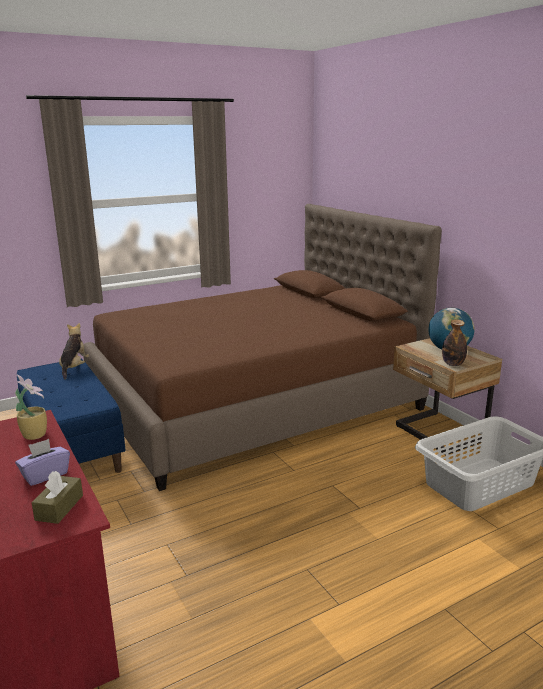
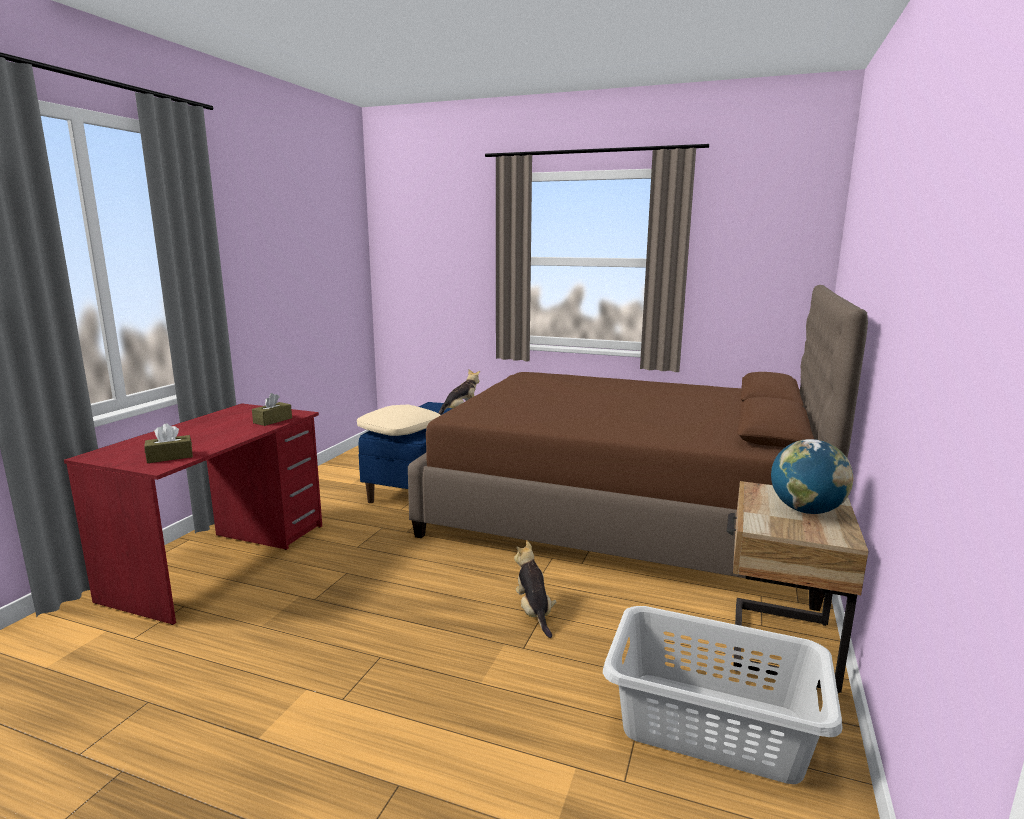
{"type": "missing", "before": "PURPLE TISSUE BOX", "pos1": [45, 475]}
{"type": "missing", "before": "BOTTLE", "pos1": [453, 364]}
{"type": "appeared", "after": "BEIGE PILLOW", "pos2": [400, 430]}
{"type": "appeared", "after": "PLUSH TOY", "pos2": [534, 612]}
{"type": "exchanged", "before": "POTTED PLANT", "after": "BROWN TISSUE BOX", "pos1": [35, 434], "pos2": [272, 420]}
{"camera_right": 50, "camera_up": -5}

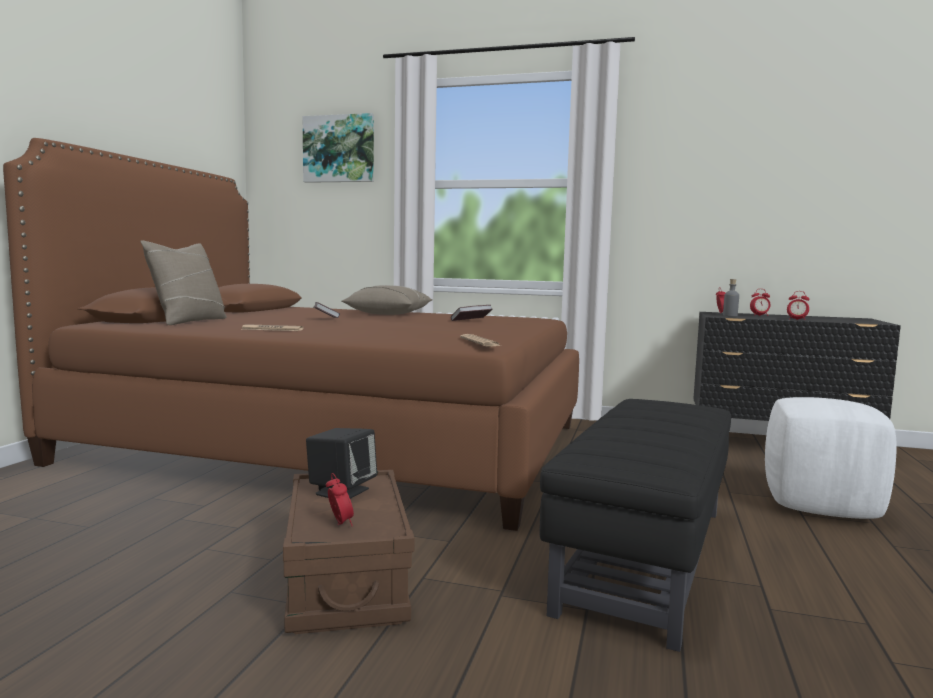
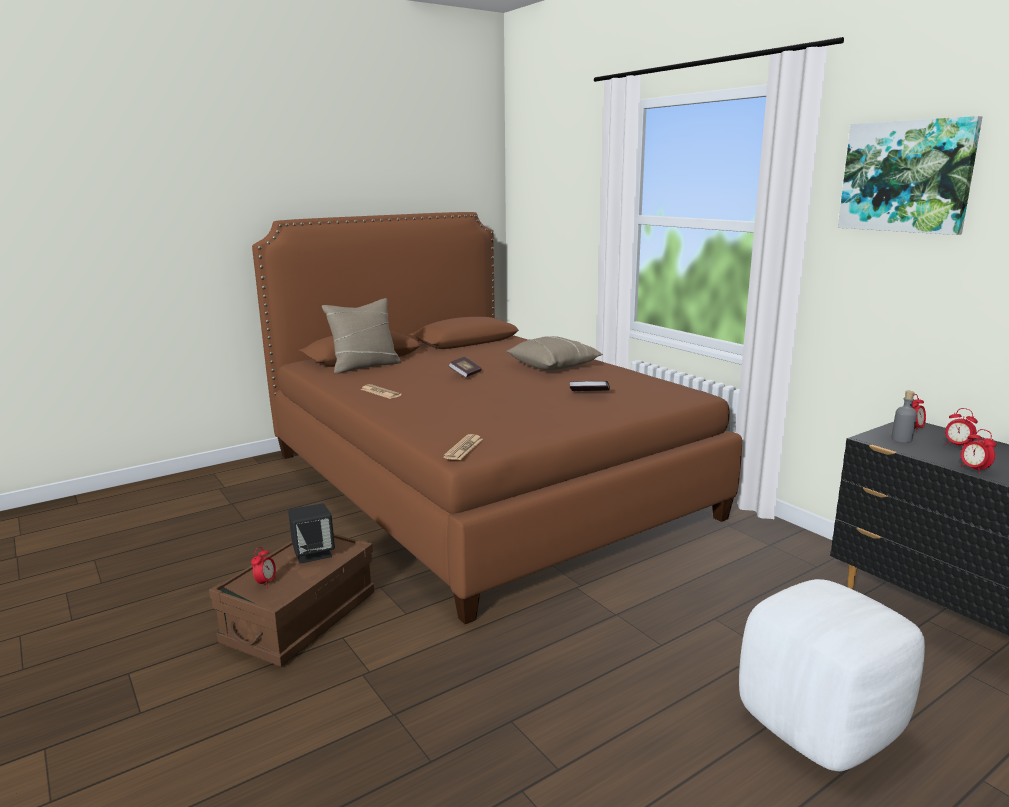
{"type": "missing", "before": "BLACK OTTOMAN", "pos1": [646, 556]}
{"type": "relocated", "before": "PICTURE", "pos1": [339, 149], "pos2": [906, 176]}
{"camera_right": 40, "camera_up": 10}

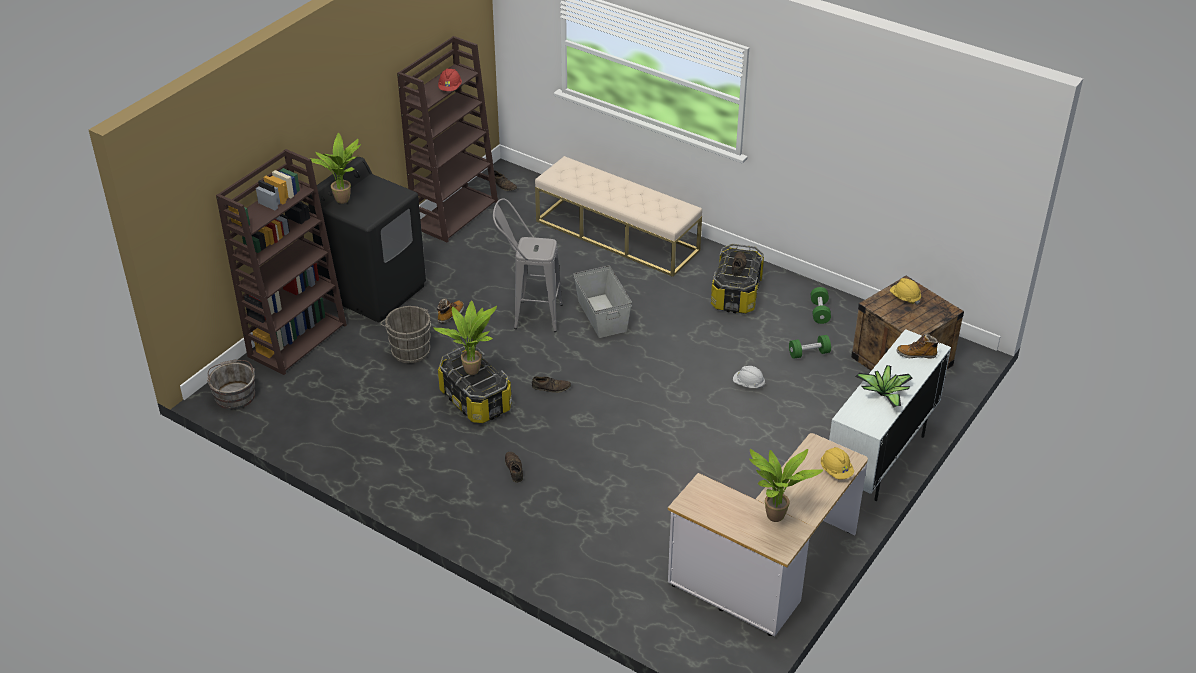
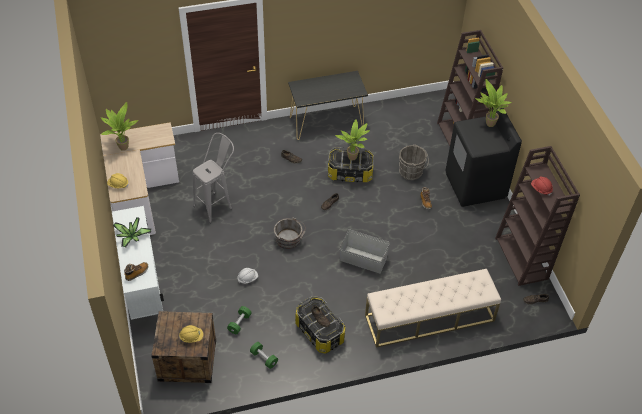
{"type": "appeared", "after": "BLACK CONSOLE TABLE", "pos2": [327, 122]}
{"type": "relocated", "before": "GREY BUCKET", "pos1": [234, 394], "pos2": [289, 239]}
{"type": "relocated", "before": "GREY STOOL", "pos1": [529, 316], "pos2": [217, 205]}
{"camera_right": 130, "camera_up": 10}

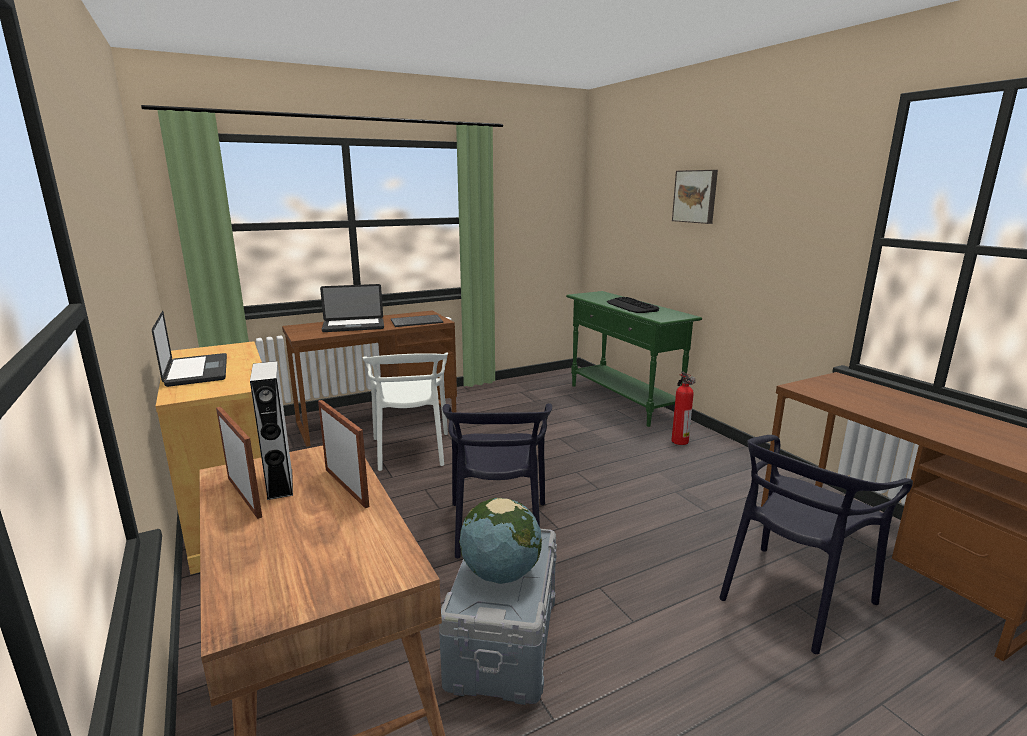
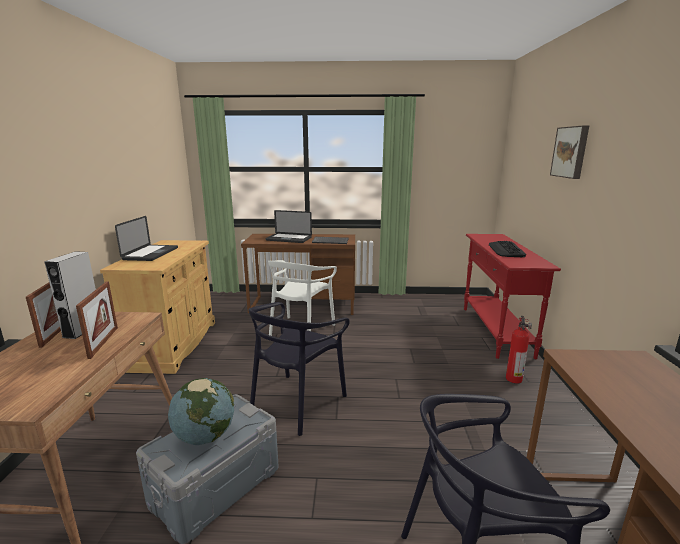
{"type": "colour", "before": "GREEN CONSOLE TABLE", "after": "RED CONSOLE TABLE", "pos1": [622, 401], "pos2": [495, 331]}
{"camera_right": 30, "camera_up": 0}

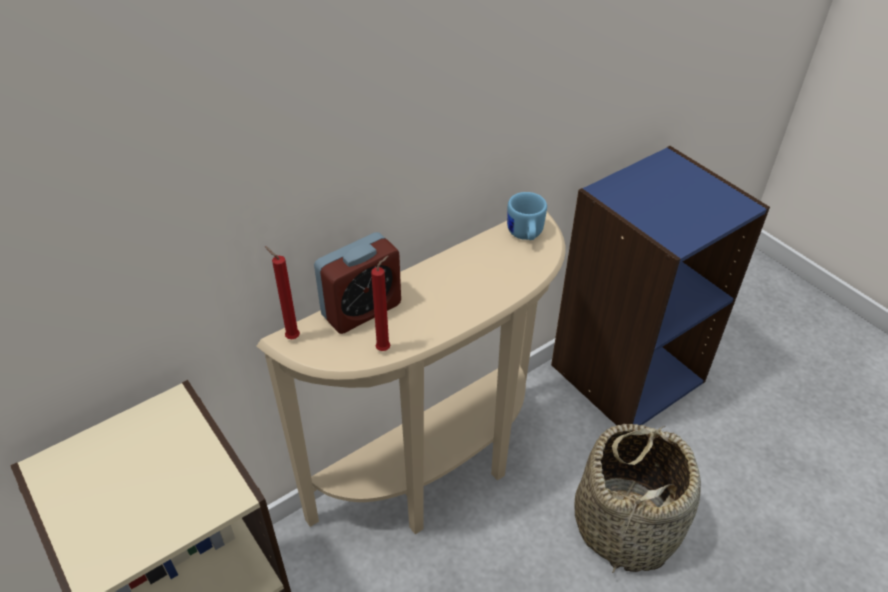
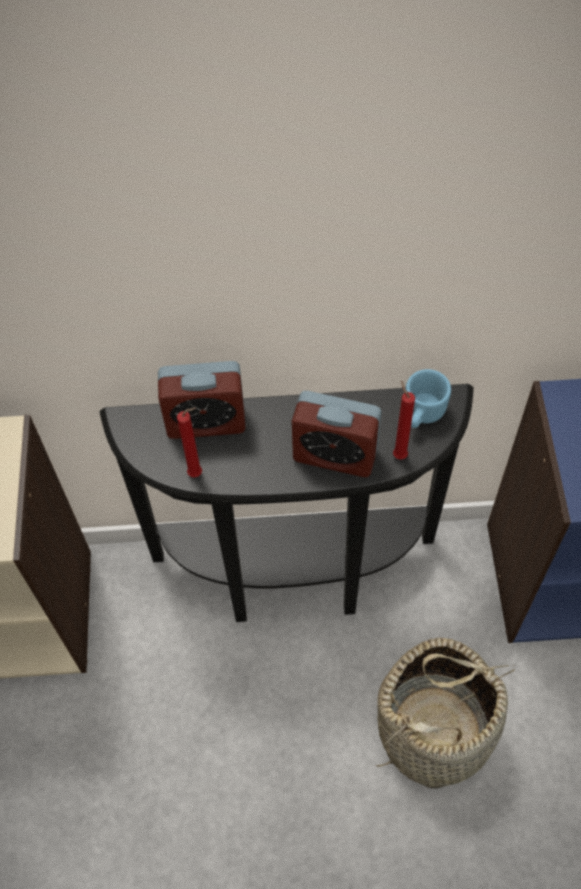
{"type": "appeared", "after": "ALARM CLOCK", "pos2": [335, 455]}
{"type": "relocated", "before": "RED CANDLE", "pos1": [291, 337], "pos2": [398, 454]}
{"type": "colour", "before": "BEIGE CONSOLE TABLE", "after": "BLACK CONSOLE TABLE", "pos1": [439, 474], "pos2": [295, 578]}
{"camera_right": 35, "camera_up": 15}

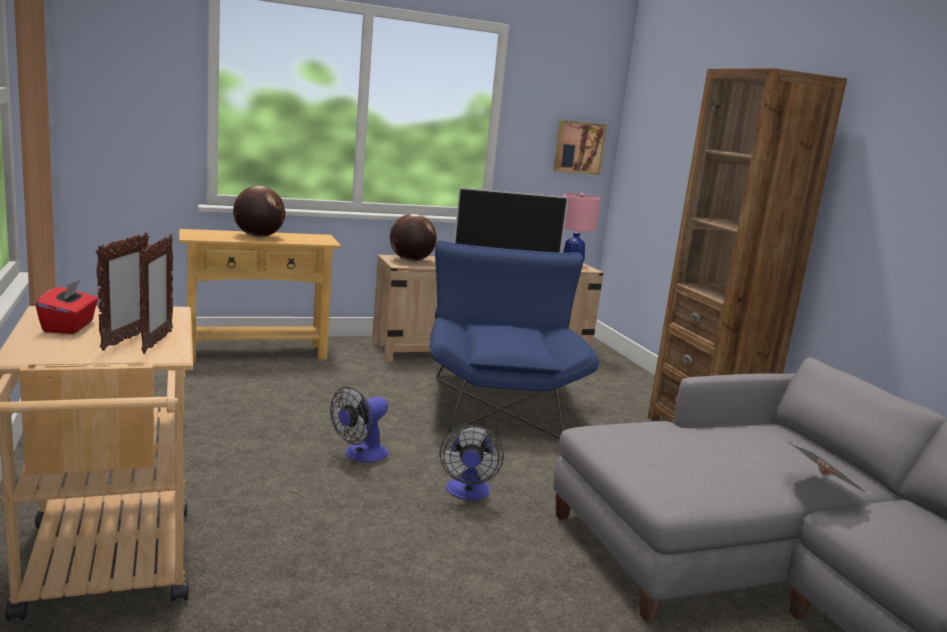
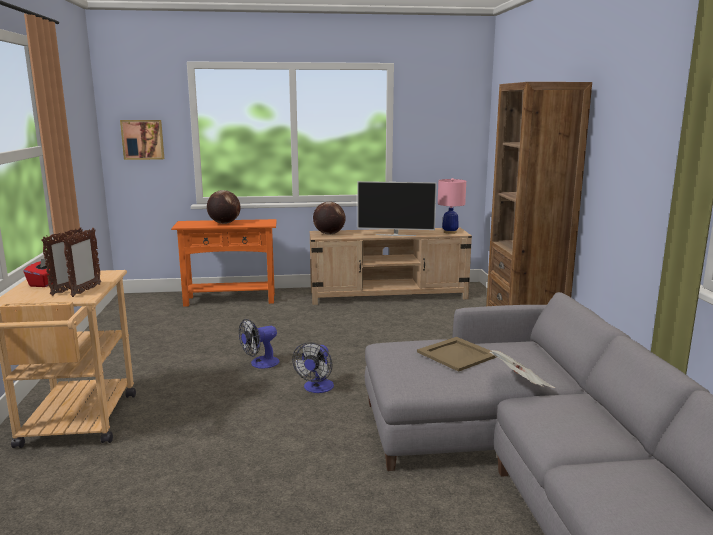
{"type": "missing", "before": "BLUE ARMCHAIR", "pos1": [497, 402]}
{"type": "appeared", "after": "BEIGE TRAY", "pos2": [457, 354]}
{"type": "relocated", "before": "PICTURE", "pos1": [578, 147], "pos2": [143, 139]}
{"type": "colour", "before": "BEIGE CONSOLE TABLE", "after": "ORANGE CONSOLE TABLE", "pos1": [257, 353], "pos2": [230, 300]}
{"camera_right": 15, "camera_up": 0}

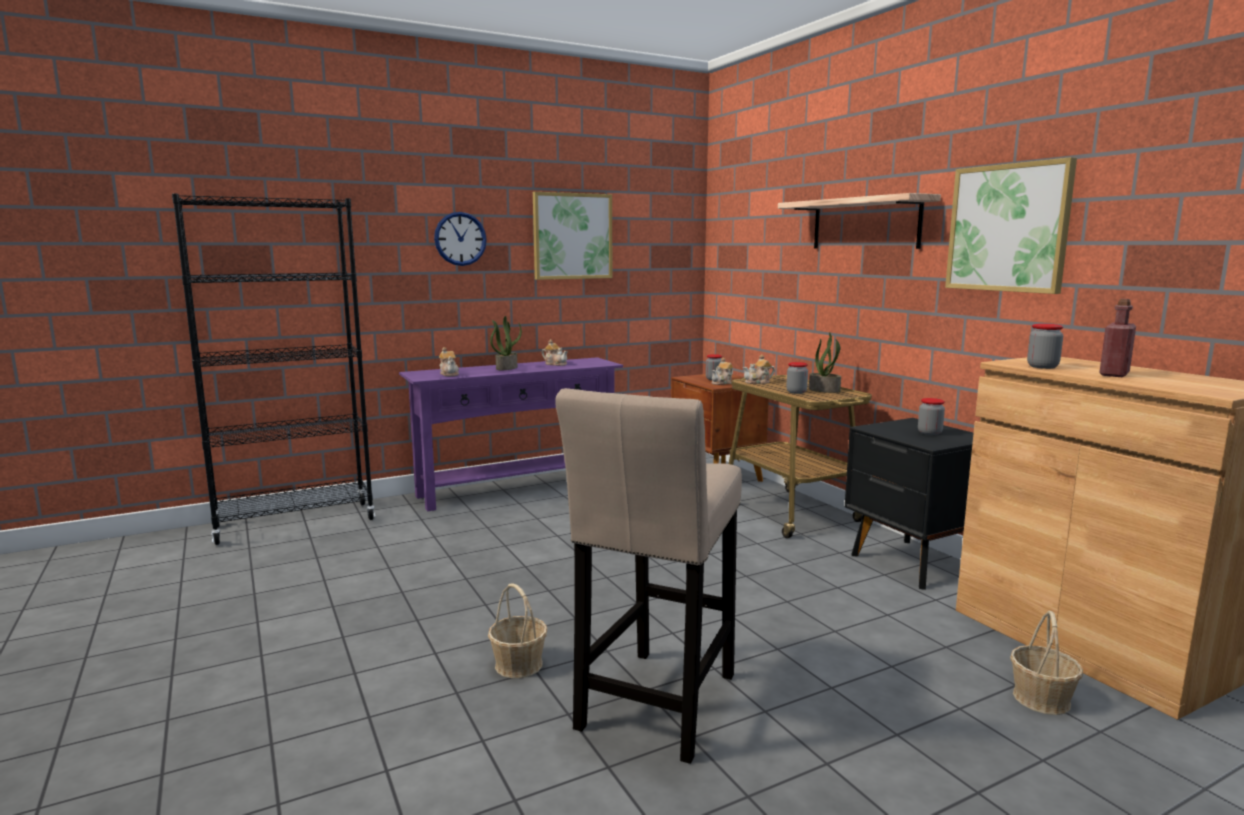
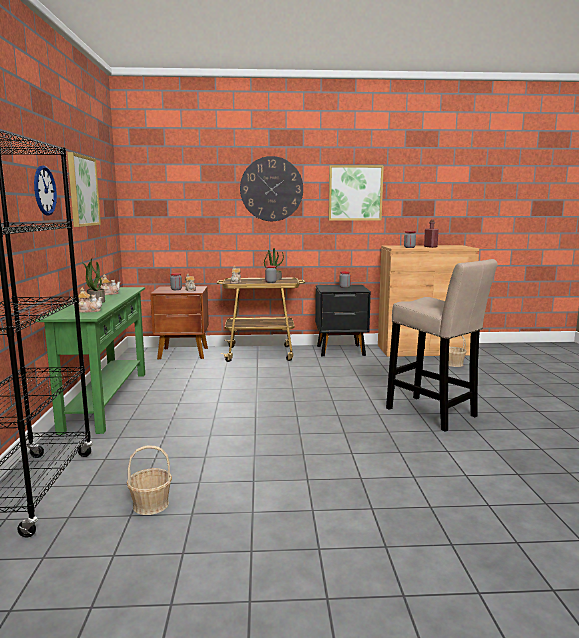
{"type": "relocated", "before": "BASKET", "pos1": [519, 664], "pos2": [150, 504]}
{"type": "exchanged", "before": "SHELF", "after": "WALL CLOCK", "pos1": [865, 224], "pos2": [271, 189]}
{"type": "colour", "before": "PURPLE CONSOLE TABLE", "after": "GREEN CONSOLE TABLE", "pos1": [517, 488], "pos2": [106, 400]}
{"camera_right": -65, "camera_up": 0}

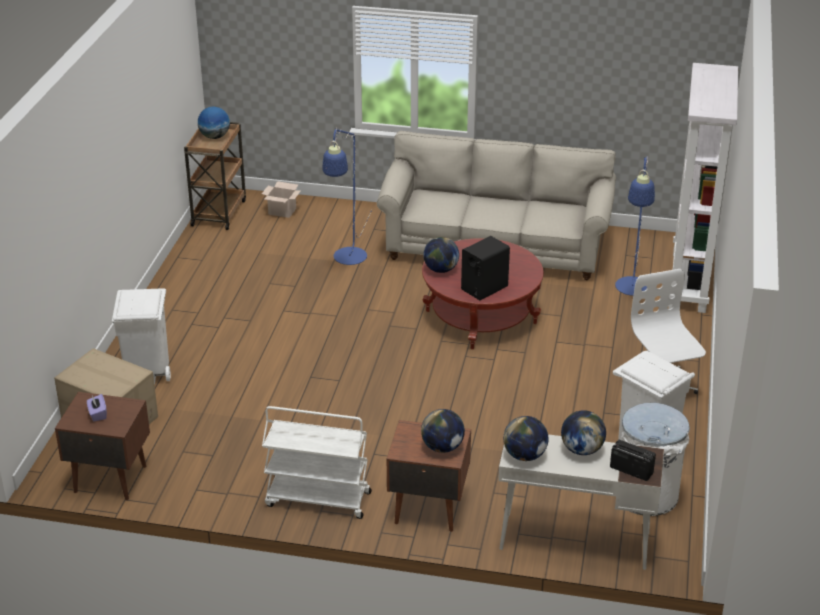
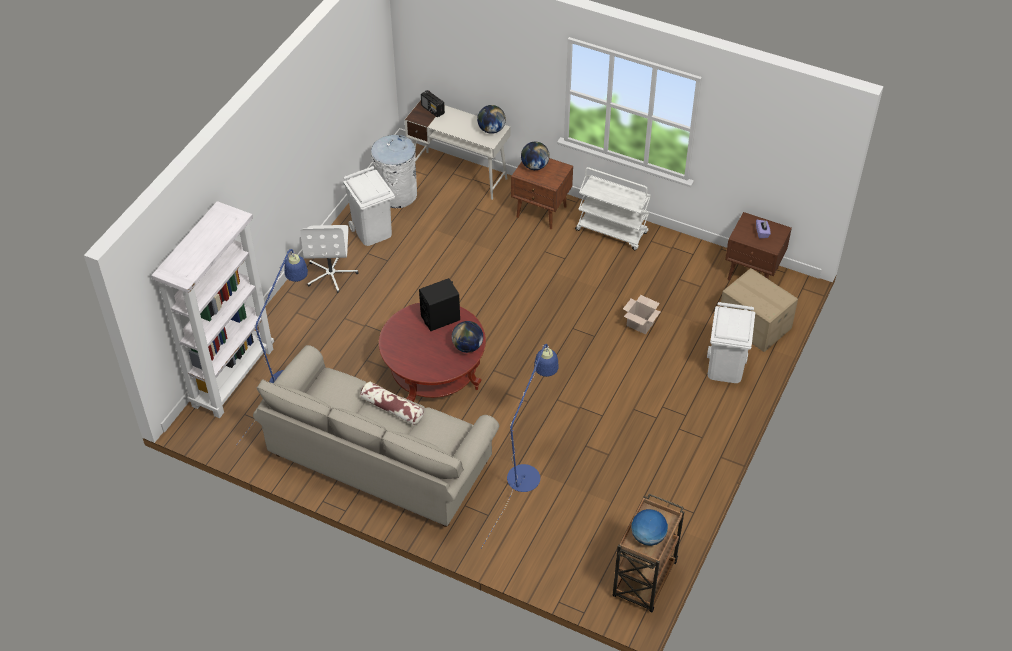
{"type": "missing", "before": "GLOBE", "pos1": [582, 450]}
{"type": "appeared", "after": "PILLOW", "pos2": [392, 408]}
{"type": "relocated", "before": "CARDBOARD BOX", "pos1": [281, 211], "pos2": [641, 324]}
{"camera_right": -165, "camera_up": 15}

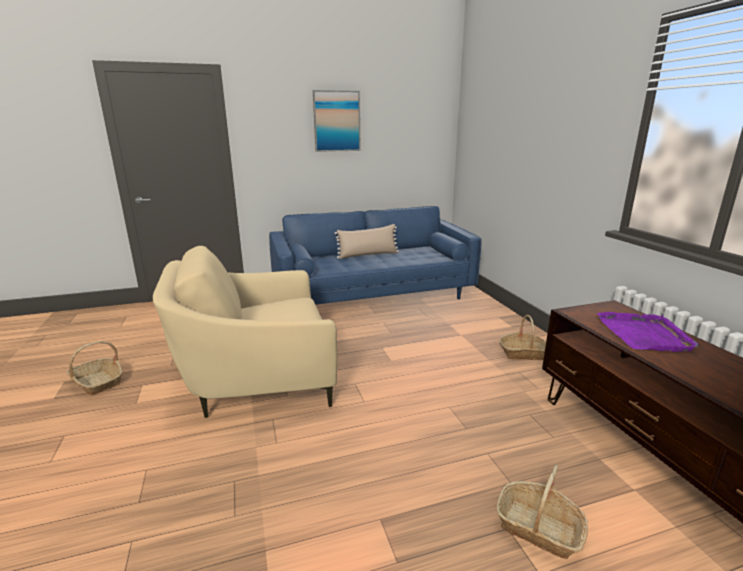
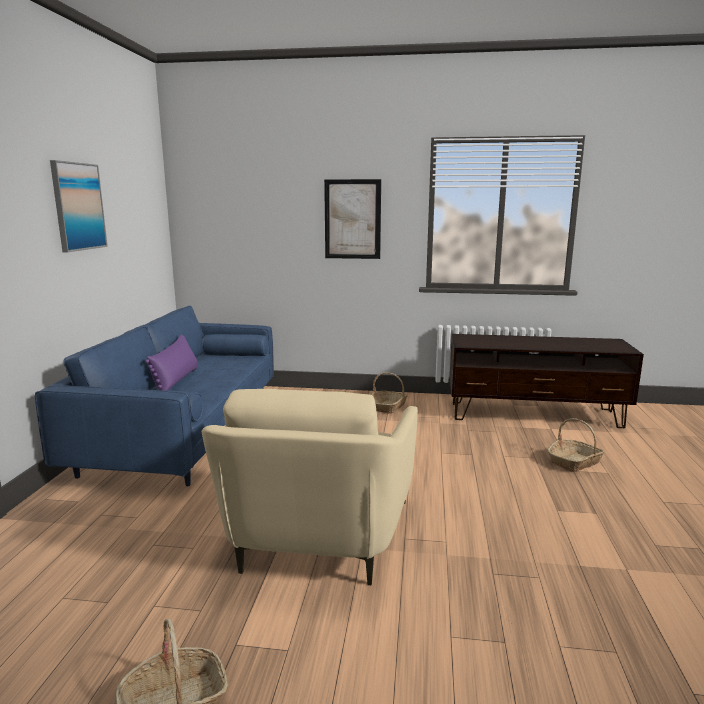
{"type": "missing", "before": "PURPLE TRAY", "pos1": [644, 334]}
{"type": "appeared", "after": "PICTURE", "pos2": [352, 219]}
{"type": "colour", "before": "BEIGE PILLOW", "after": "PURPLE PILLOW", "pos1": [368, 255], "pos2": [176, 380]}
{"camera_right": -65, "camera_up": -5}

